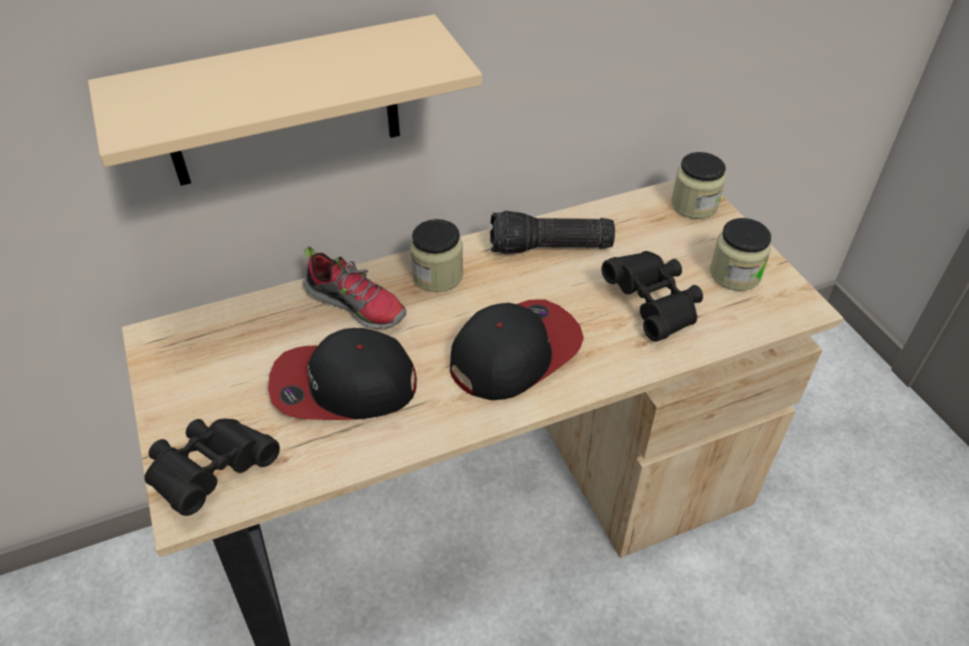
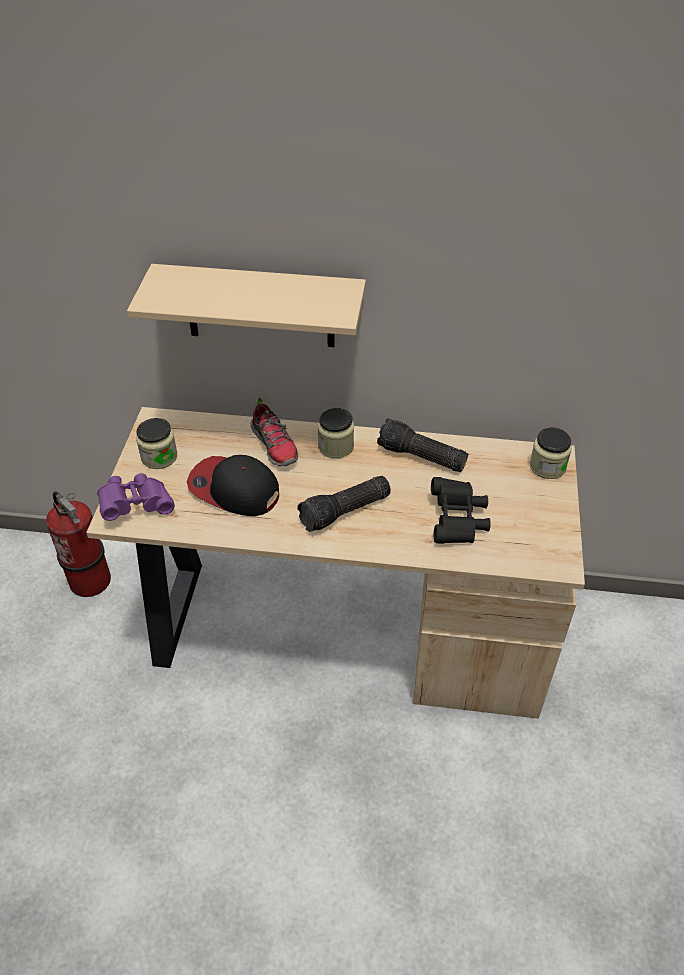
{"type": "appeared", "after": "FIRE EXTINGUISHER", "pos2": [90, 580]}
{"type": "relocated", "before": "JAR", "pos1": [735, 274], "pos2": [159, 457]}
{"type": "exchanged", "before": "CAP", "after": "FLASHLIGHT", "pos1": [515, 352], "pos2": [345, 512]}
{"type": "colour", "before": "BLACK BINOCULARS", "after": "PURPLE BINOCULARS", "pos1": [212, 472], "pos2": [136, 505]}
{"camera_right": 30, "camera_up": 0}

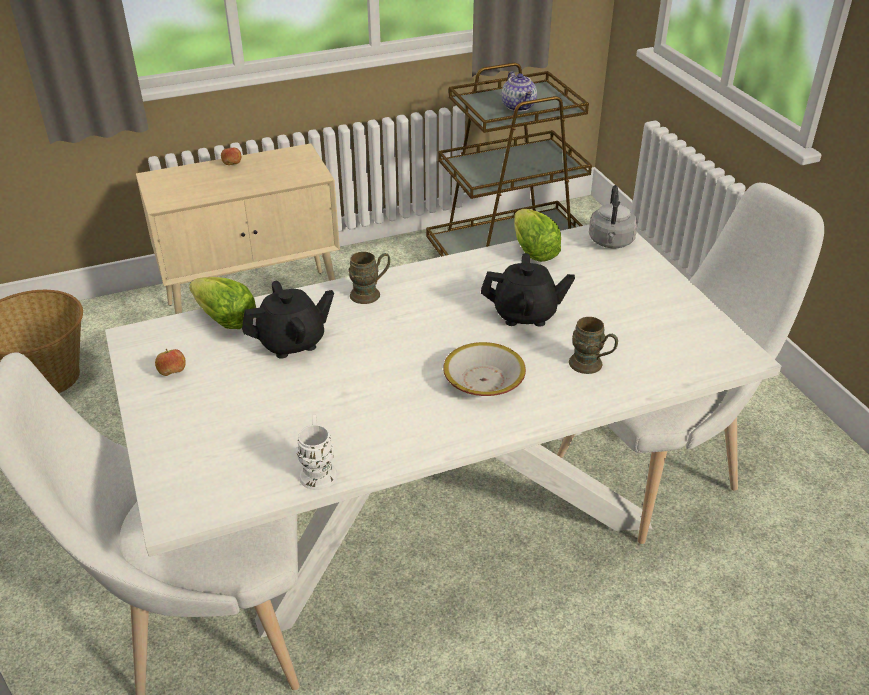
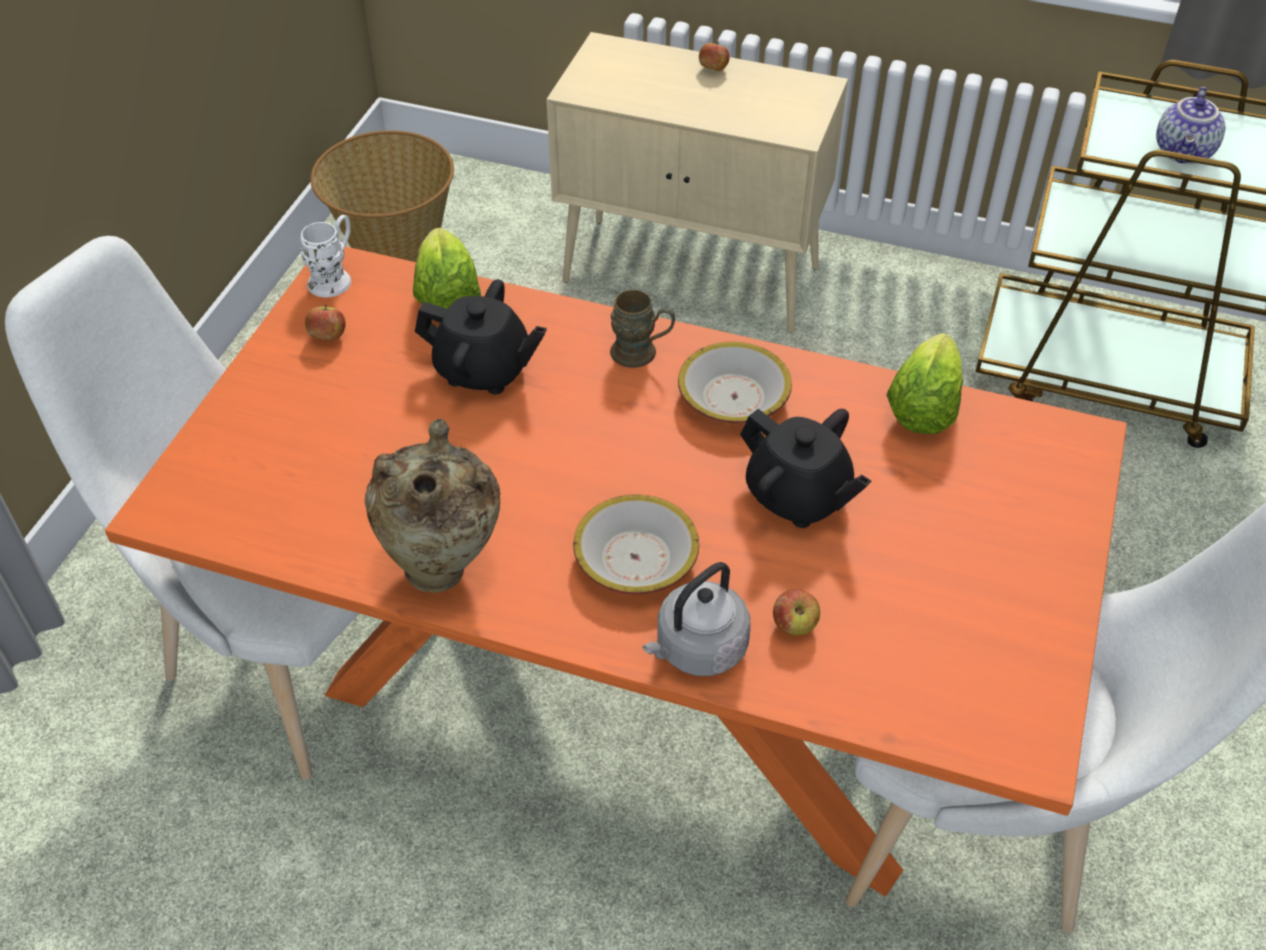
{"type": "appeared", "after": "BEIGE VASE", "pos2": [443, 566]}
{"type": "appeared", "after": "BOWL", "pos2": [734, 398]}
{"type": "relocated", "before": "WHITE MUG", "pos1": [318, 470], "pos2": [335, 278]}
{"type": "relocated", "before": "GREY KETTLE", "pos1": [611, 242], "pos2": [697, 650]}
{"type": "exchanged", "before": "BROWN MUG", "after": "APPLE", "pos1": [591, 365], "pos2": [794, 625]}
{"type": "colour", "before": "WHITE DINING TABLE", "after": "ORANGE DINING TABLE", "pos1": [435, 518], "pos2": [631, 689]}
{"camera_right": 40, "camera_up": 10}

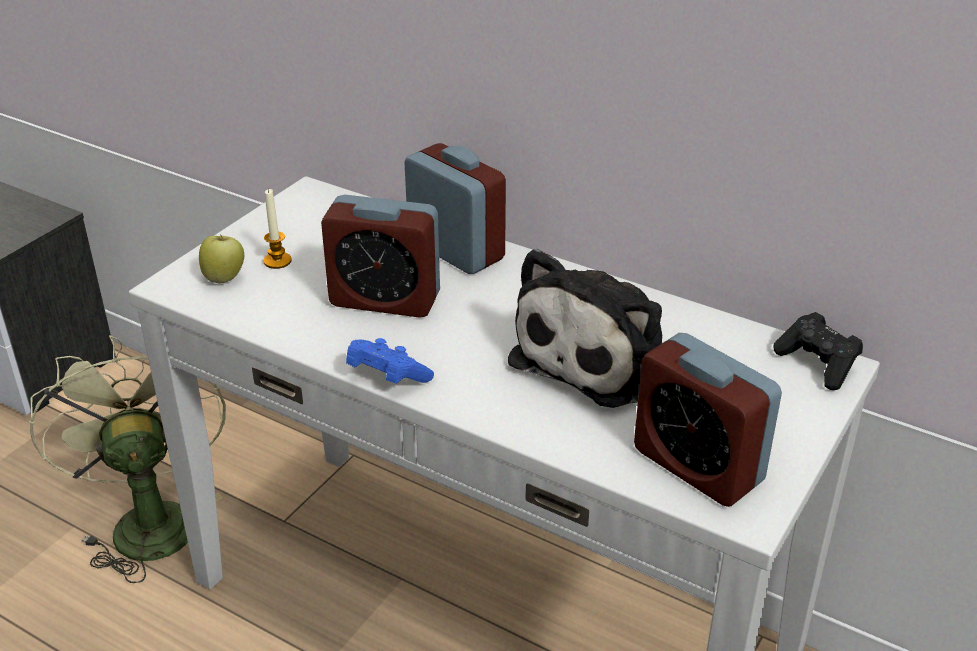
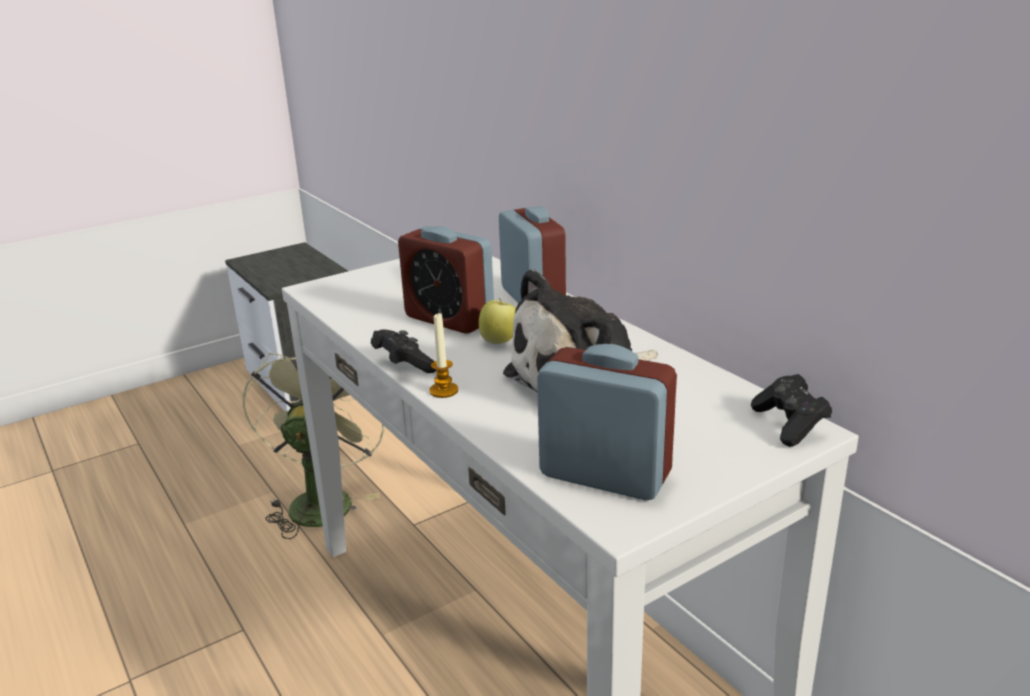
{"type": "relocated", "before": "APPLE", "pos1": [225, 278], "pos2": [500, 341]}
{"type": "relocated", "before": "CANDLE", "pos1": [277, 261], "pos2": [444, 391]}
{"type": "colour", "before": "BLUE GAME CONTROLLER", "after": "BLACK GAME CONTROLLER", "pos1": [386, 377], "pos2": [404, 365]}
{"type": "spun", "before": "ALARM CLOCK", "pos1": [697, 466], "pos2": [605, 474], "turn": 135}
{"camera_right": 25, "camera_up": -10}

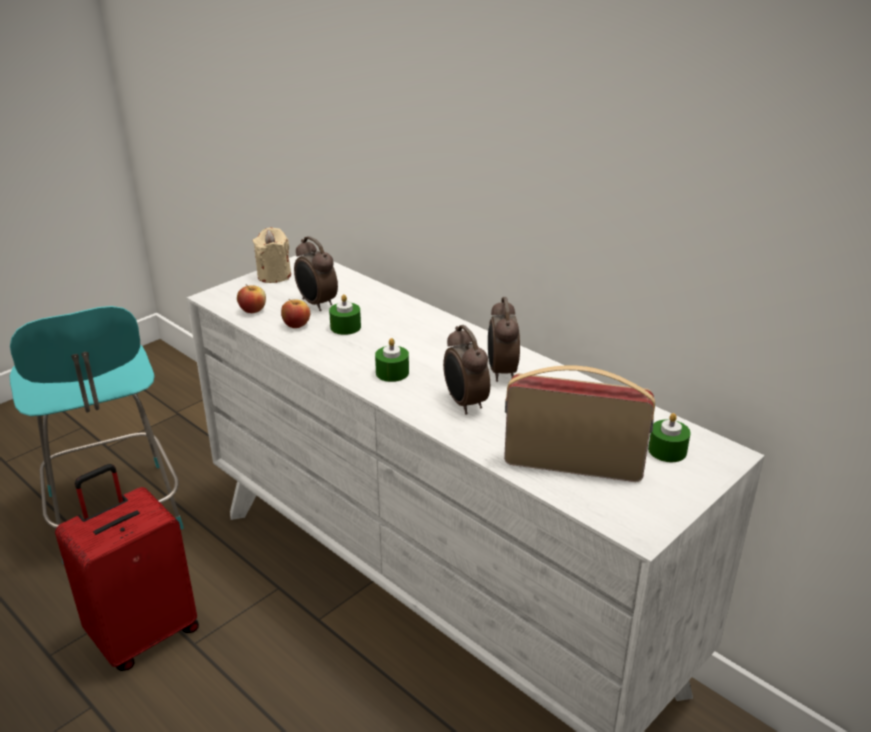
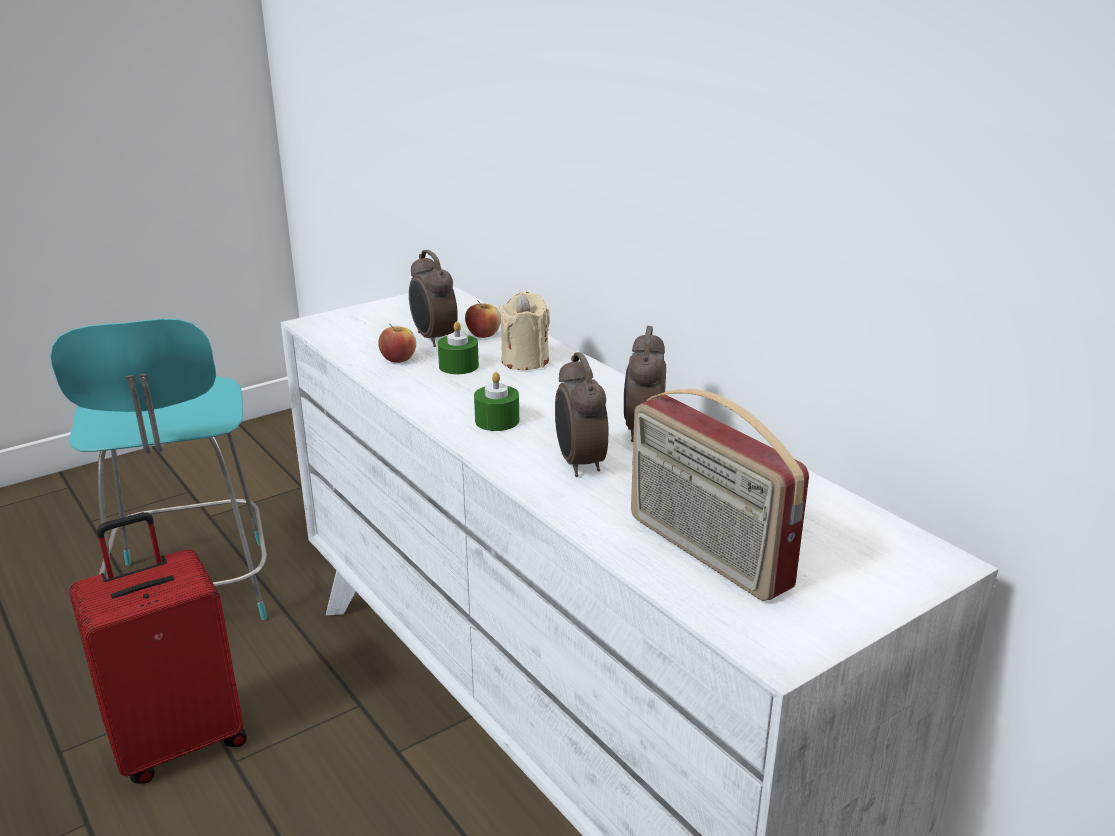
{"type": "missing", "before": "GREEN CANDLE", "pos1": [667, 450]}
{"type": "relocated", "before": "APPLE", "pos1": [253, 310], "pos2": [483, 335]}
{"type": "relocated", "before": "BEIGE CANDLE", "pos1": [274, 276], "pos2": [525, 361]}
{"type": "spun", "before": "RADIO", "pos1": [573, 464], "pos2": [705, 553], "turn": -150}
{"camera_right": 10, "camera_up": -5}

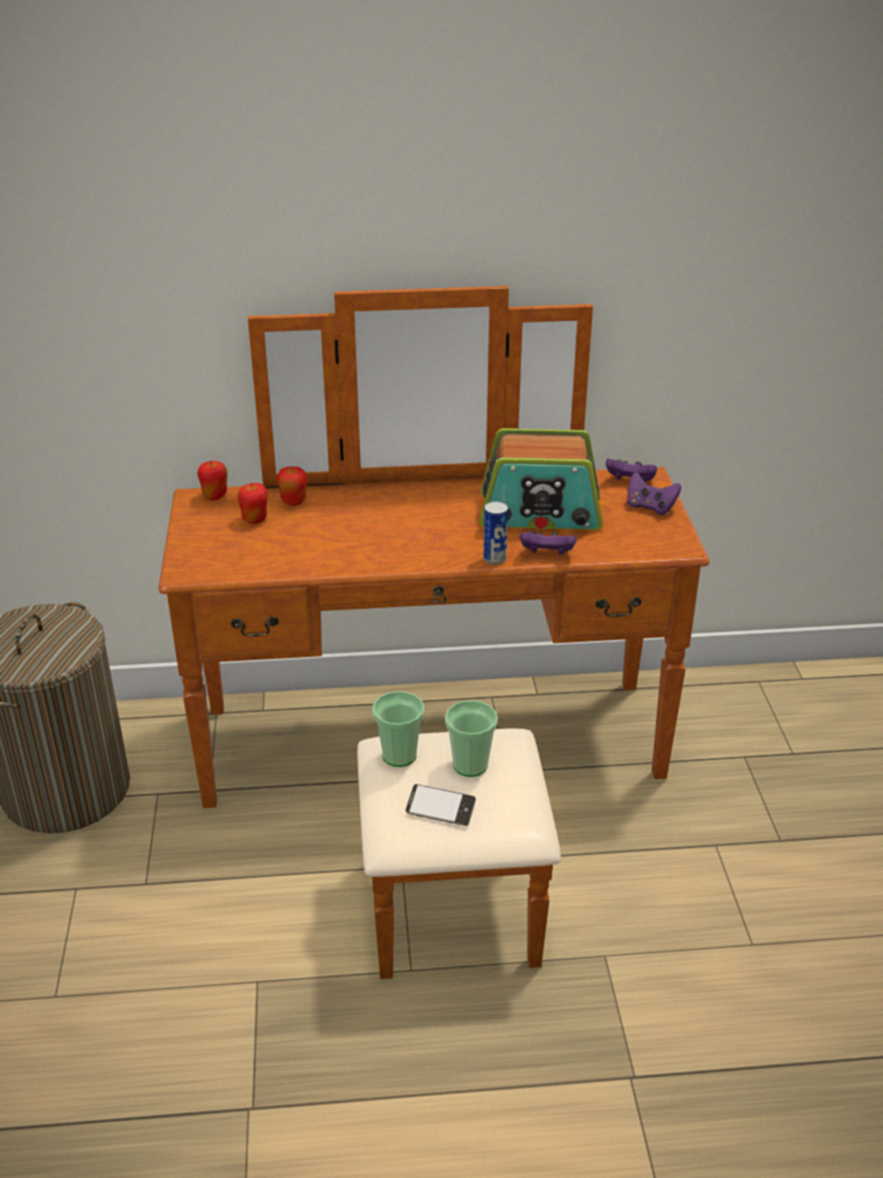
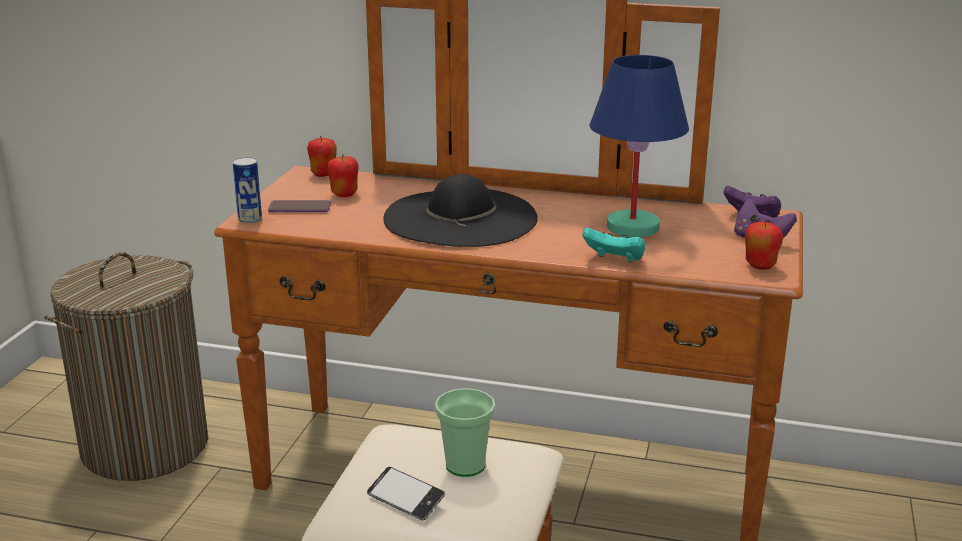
{"type": "missing", "before": "CUP", "pos1": [399, 755]}
{"type": "appeared", "after": "PHONE", "pos2": [299, 208]}
{"type": "appeared", "after": "BLACK HAT", "pos2": [460, 218]}
{"type": "relocated", "before": "APPLE", "pos1": [294, 502], "pos2": [760, 266]}
{"type": "relocated", "before": "CAN", "pos1": [494, 558], "pos2": [250, 219]}
{"type": "exchanged", "before": "RADIO", "after": "BLUE TABLE LAMP", "pos1": [540, 512], "pos2": [634, 227]}
{"type": "colour", "before": "PURPLE GAME CONTROLLER", "after": "TURQUOISE GAME CONTROLLER", "pos1": [547, 554], "pos2": [615, 260]}
{"camera_right": 20, "camera_up": -10}

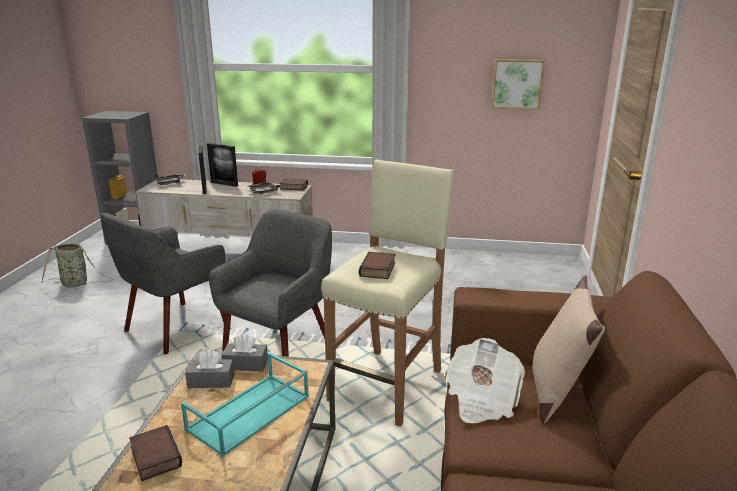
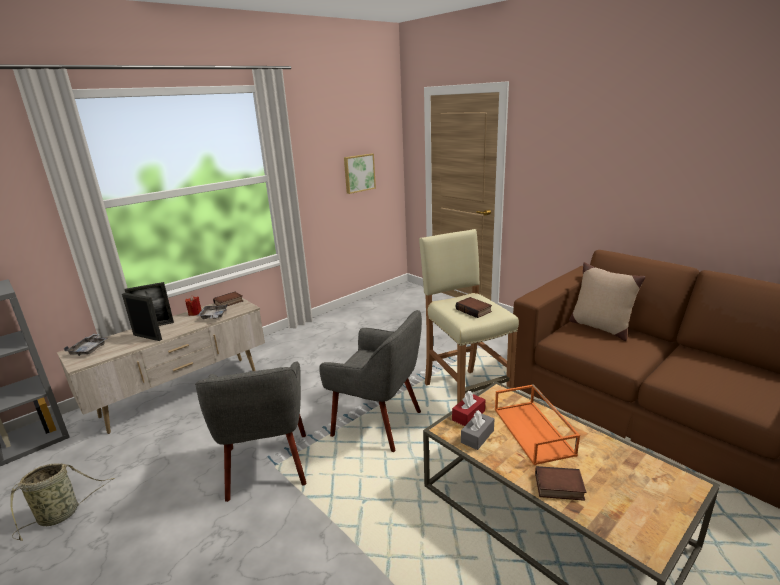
{"type": "missing", "before": "NEWSPAPER", "pos1": [481, 399]}
{"type": "colour", "before": "TURQUOISE TRAY", "after": "ORANGE TRAY", "pos1": [249, 414], "pos2": [534, 431]}
{"type": "colour", "before": "GREY TISSUE BOX", "after": "RED TISSUE BOX", "pos1": [245, 364], "pos2": [468, 415]}
{"type": "spun", "before": "GREY ARMCHAIR", "pos1": [280, 353], "pos2": [378, 423], "turn": 135}
{"camera_right": -50, "camera_up": 0}

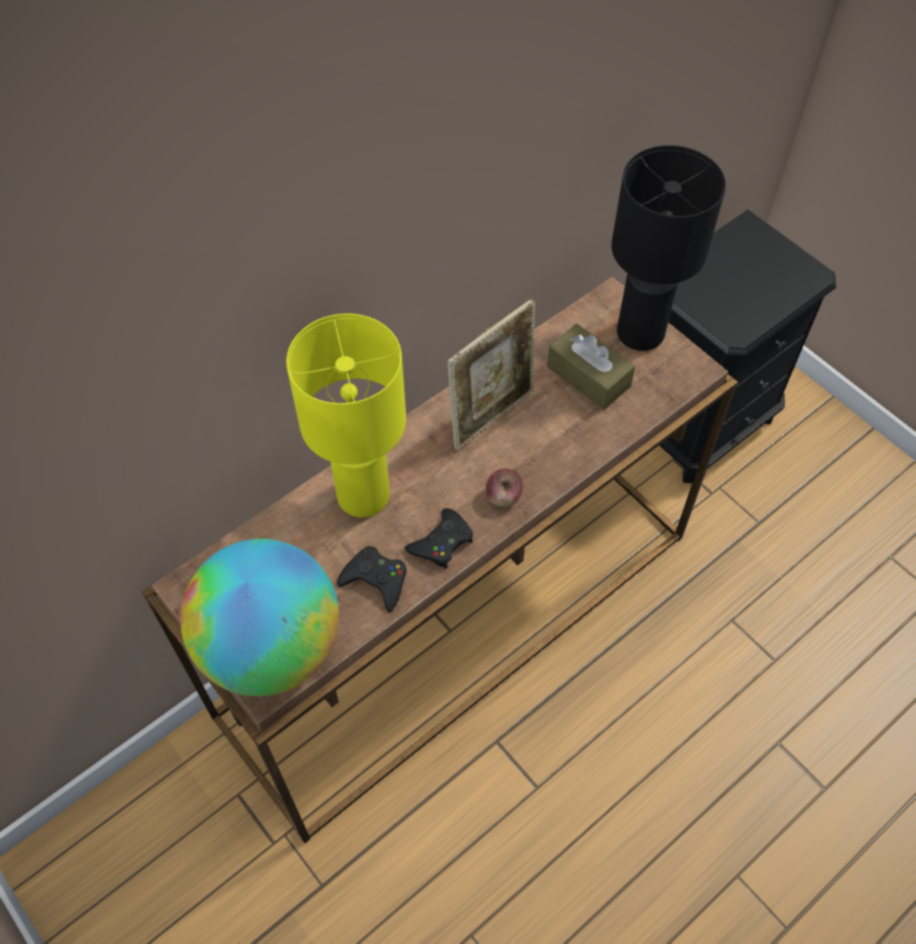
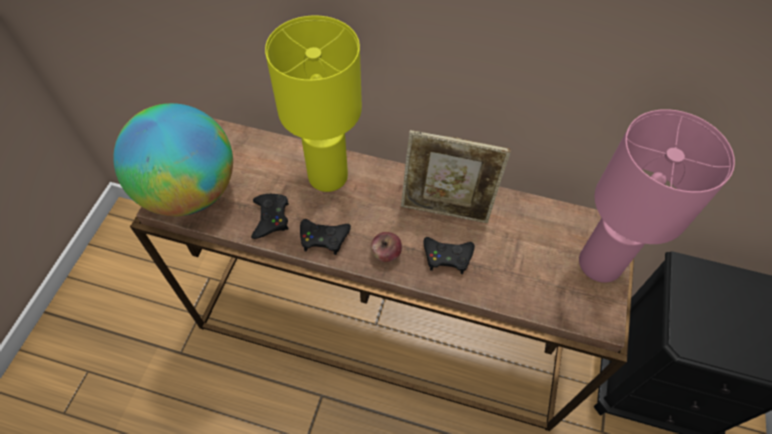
{"type": "missing", "before": "BROWN TISSUE BOX", "pos1": [588, 376]}
{"type": "appeared", "after": "BLACK GAME CONTROLLER", "pos2": [447, 257]}
{"type": "colour", "before": "BLACK TABLE LAMP", "after": "PINK TABLE LAMP", "pos1": [640, 332], "pos2": [600, 263]}
{"camera_right": 55, "camera_up": 0}

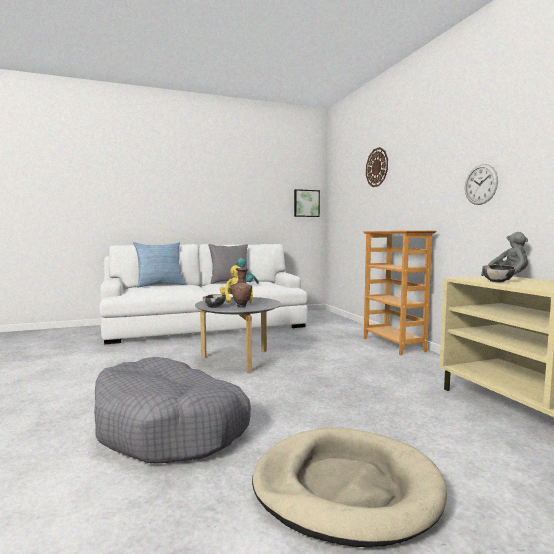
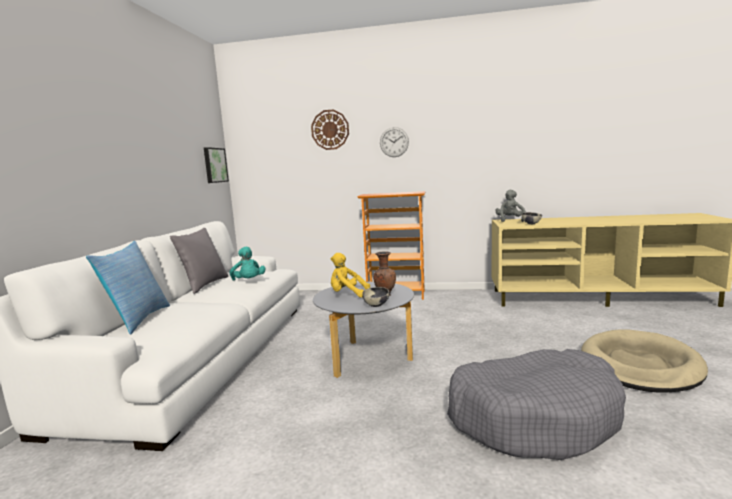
{"type": "relocated", "before": "WALL CLOCK", "pos1": [480, 184], "pos2": [394, 142]}
{"camera_right": -60, "camera_up": 5}

